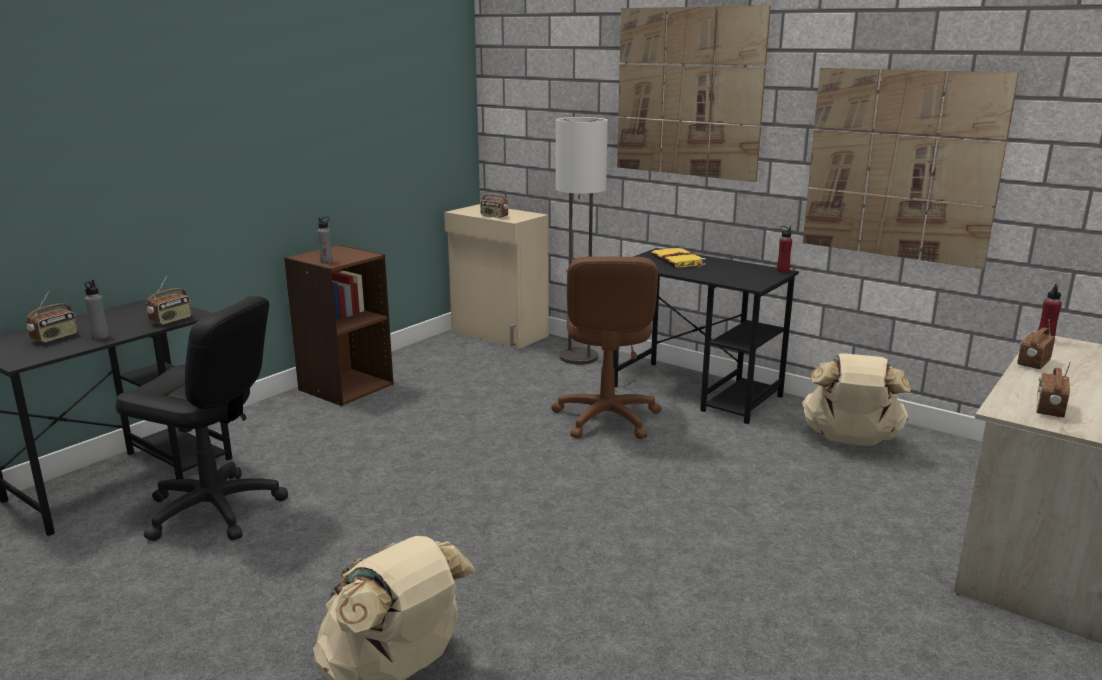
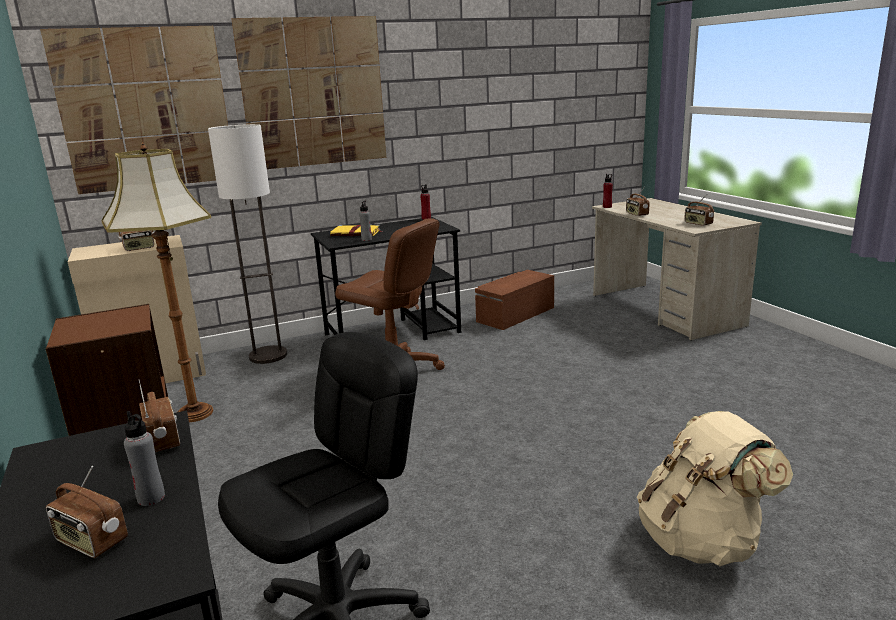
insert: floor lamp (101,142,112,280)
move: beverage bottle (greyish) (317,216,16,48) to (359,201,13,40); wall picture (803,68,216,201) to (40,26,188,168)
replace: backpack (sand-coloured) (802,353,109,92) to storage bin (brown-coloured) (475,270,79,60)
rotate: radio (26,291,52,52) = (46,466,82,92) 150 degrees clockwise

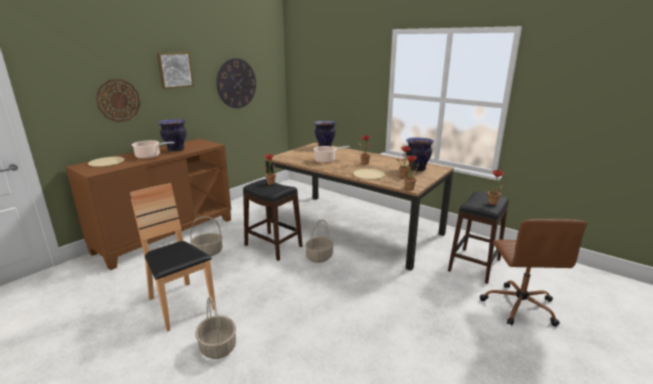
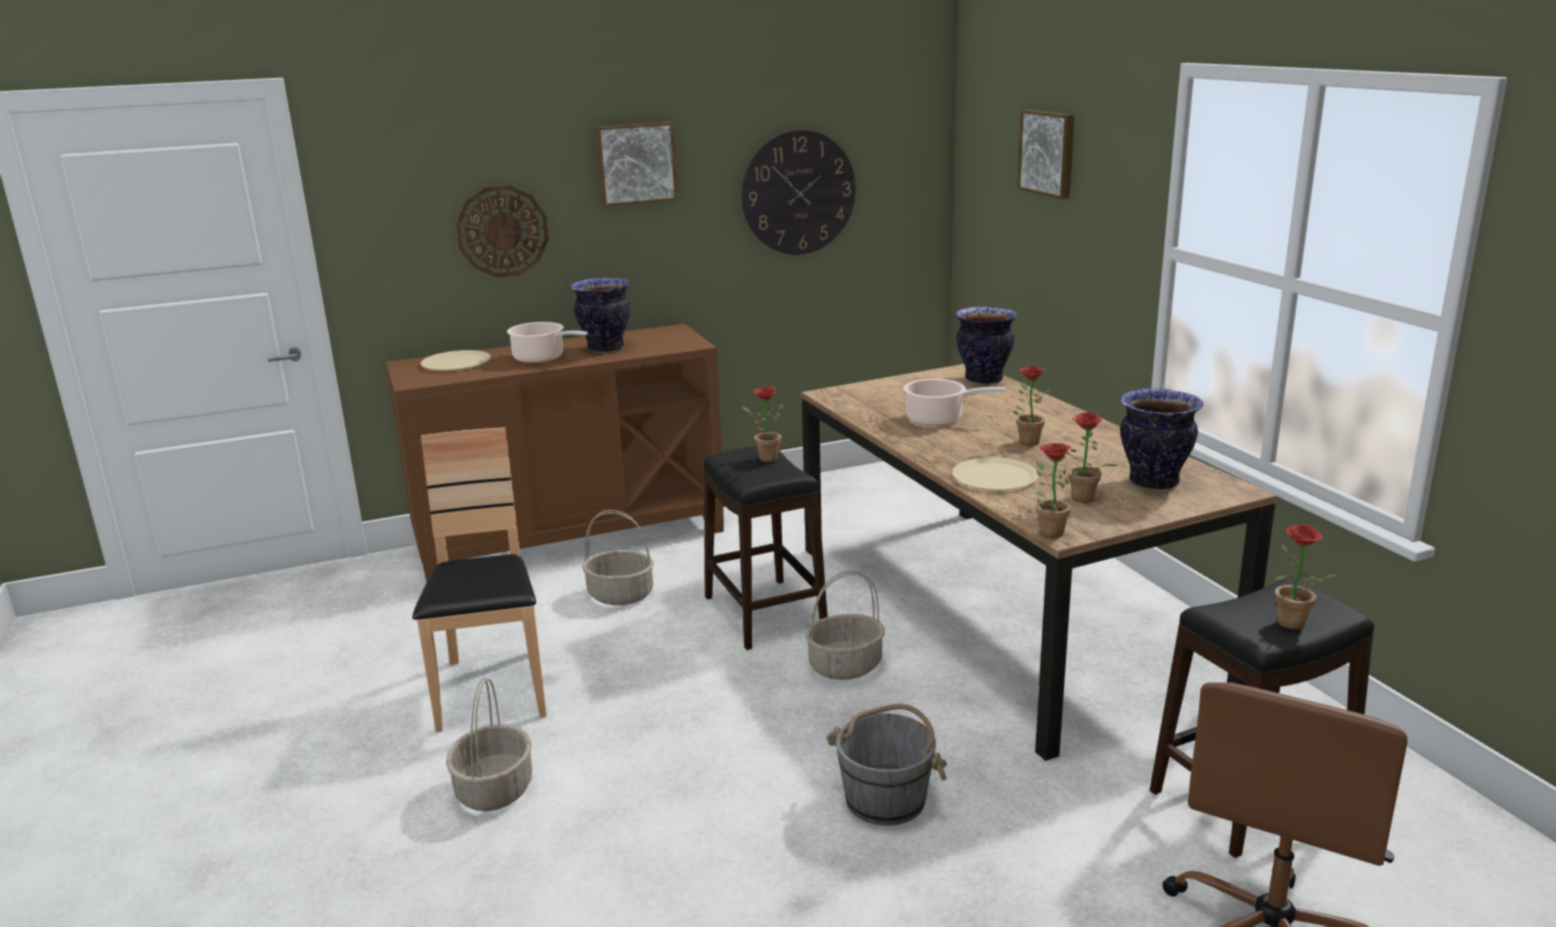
insert: water bucket (greyish) (827,704,120,122); wall picture (1017,109,58,90)

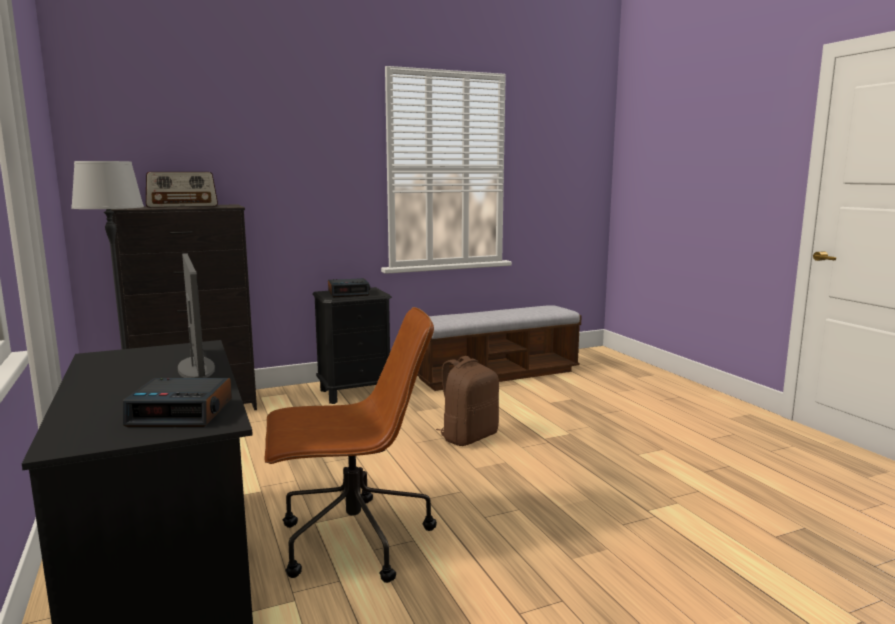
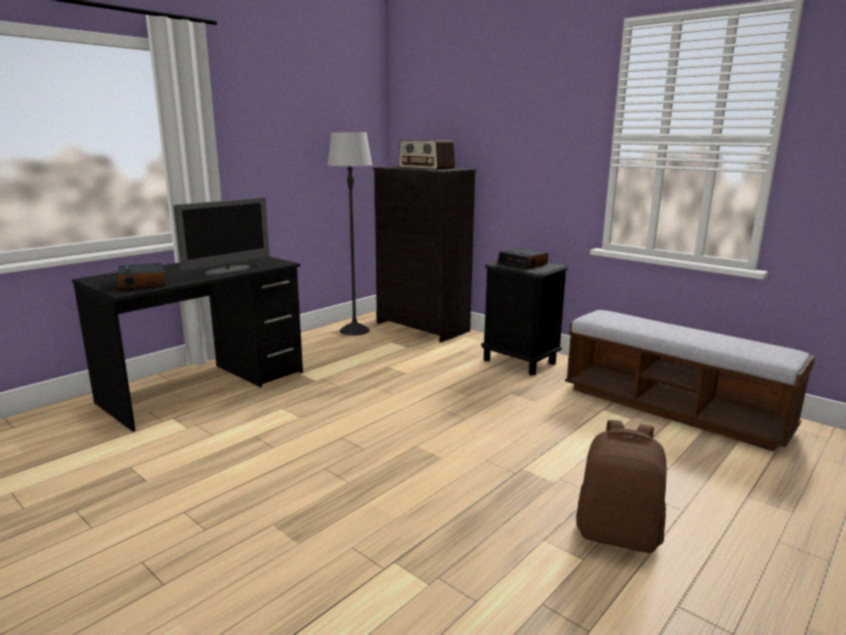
delete: office chair (brown-coloured) (265,307,172,276)
move: backpack (brown-coloured) (436,356,63,90) to (576,420,91,133)

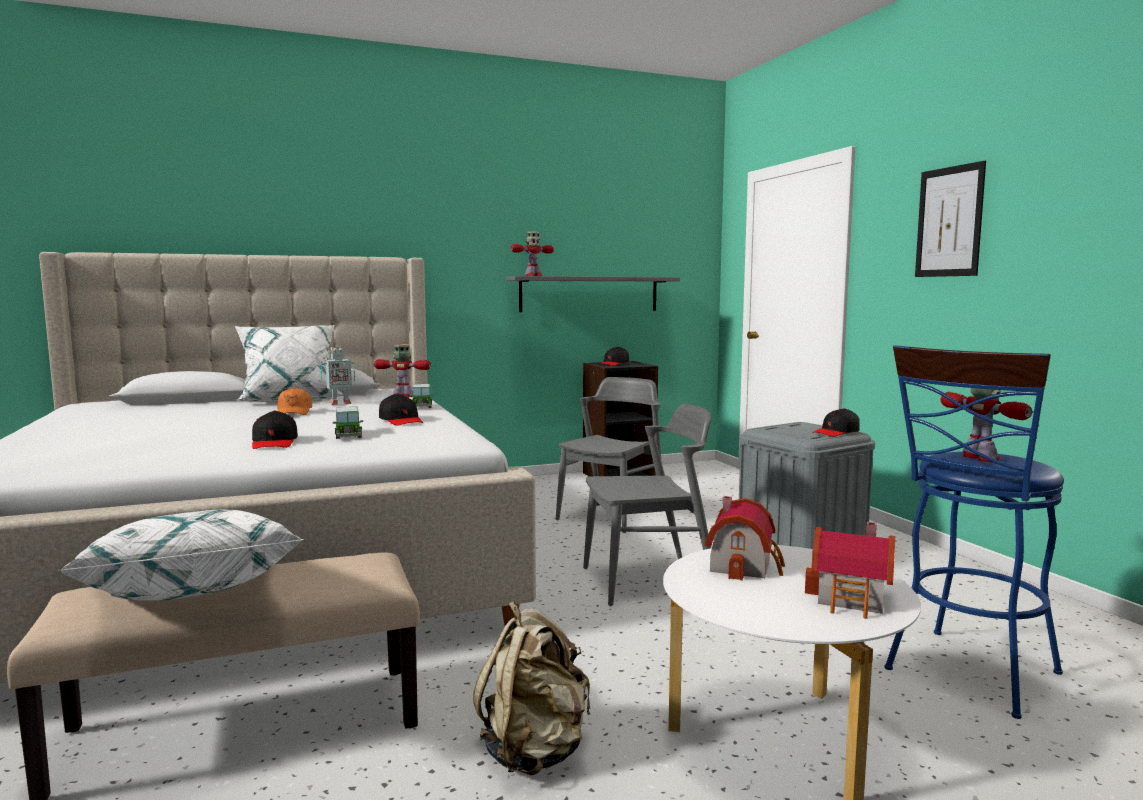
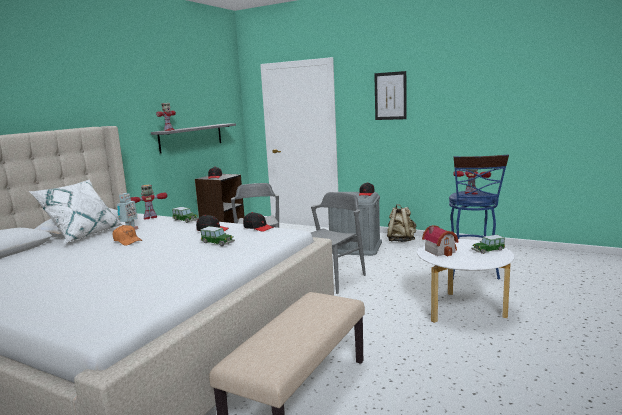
delete: cushion (white) (58,510,246,91)
move: peaked cap (black) (252,410,46,39) to (243,212,31,19); backpack (sand-coloured) (473,601,117,174) to (387,204,29,38)
replace: toy house (805,522,90,97) to model car (471,235,34,19)

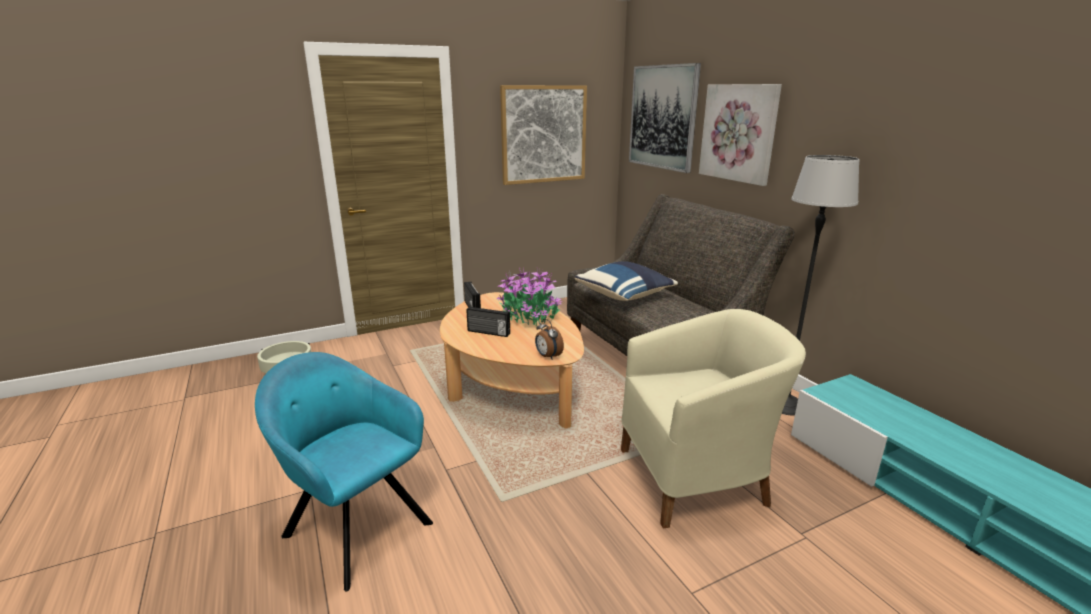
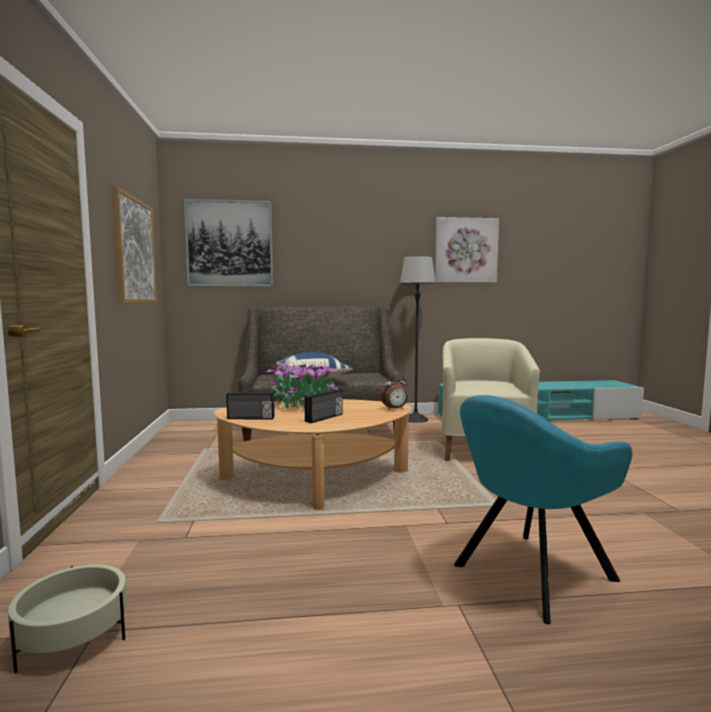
move: wall picture (699,84,83,102) to (435,217,64,66)

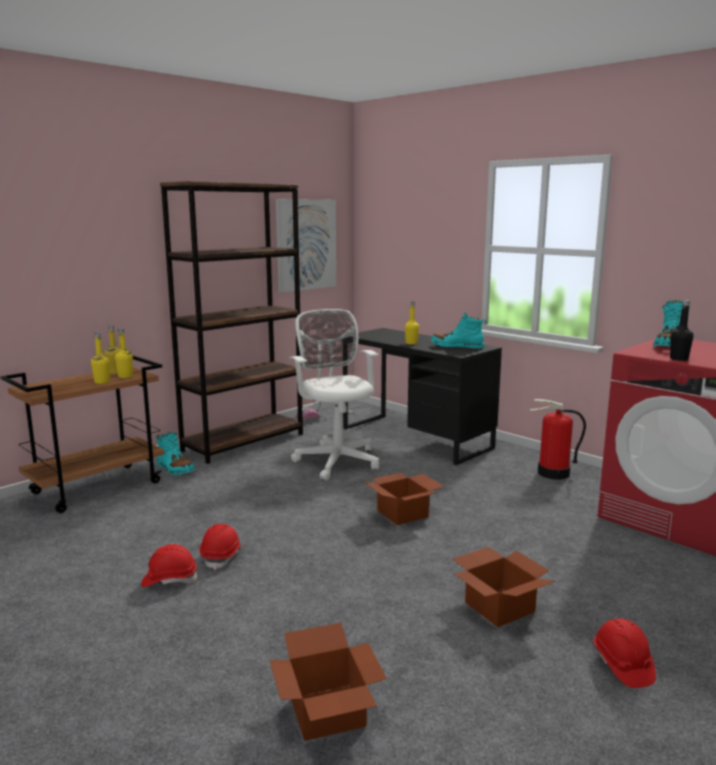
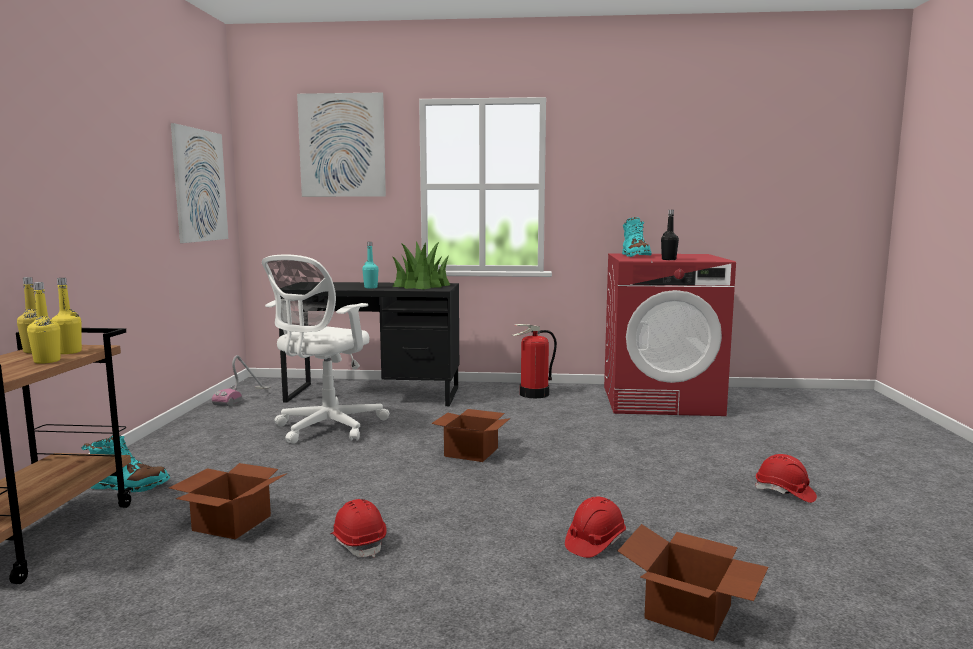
delete: bookcase (brown-coloured) (160,181,143,283)
insert: wall picture (297,92,89,105)
move: work helmet (red-coloured) (141,544,57,43) to (565,497,61,61); carton (453,547,102,80) to (169,463,119,77)
replace: high-top boot (turquoise-coloured) (431,312,56,37) to potted plant (392,241,58,48)
recolor: beverage bottle (yellowish) (405,302,14,43) to beverage bottle (turquoise-coloured) (362,242,17,46)
rotate: office chair (white) (289,309,90,171) = (262,254,127,190) 90 degrees counterclockwise

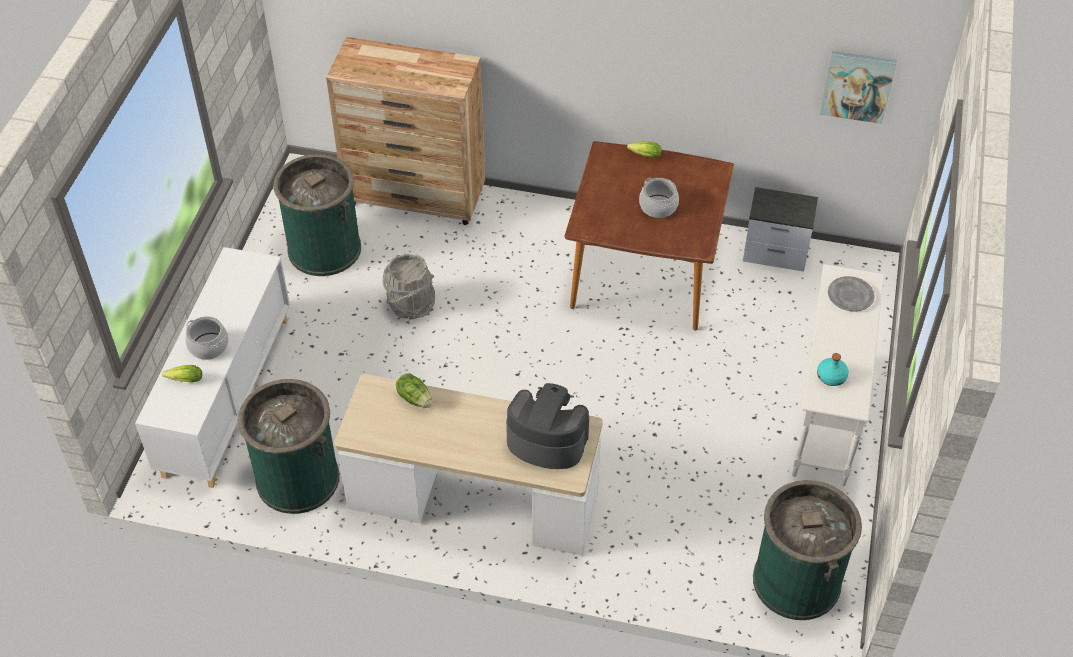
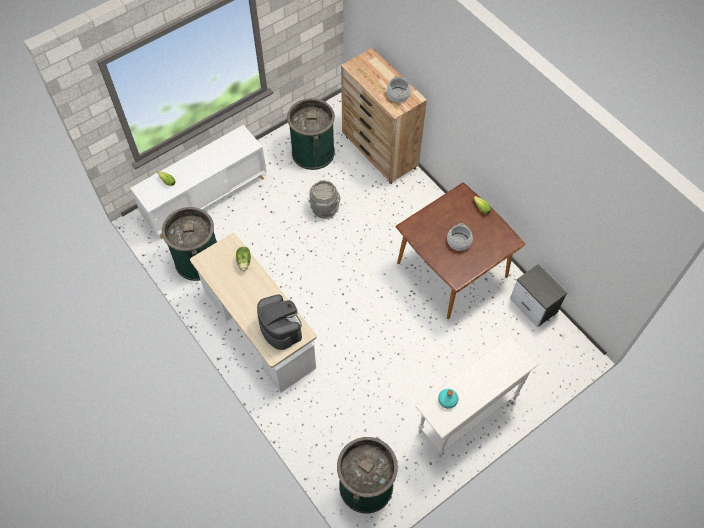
delete: wall picture (820,51,77,73); flat dish (greyish) (828,276,46,36)
move: stockpot (185,316,44,44) to (387,76,24,26)

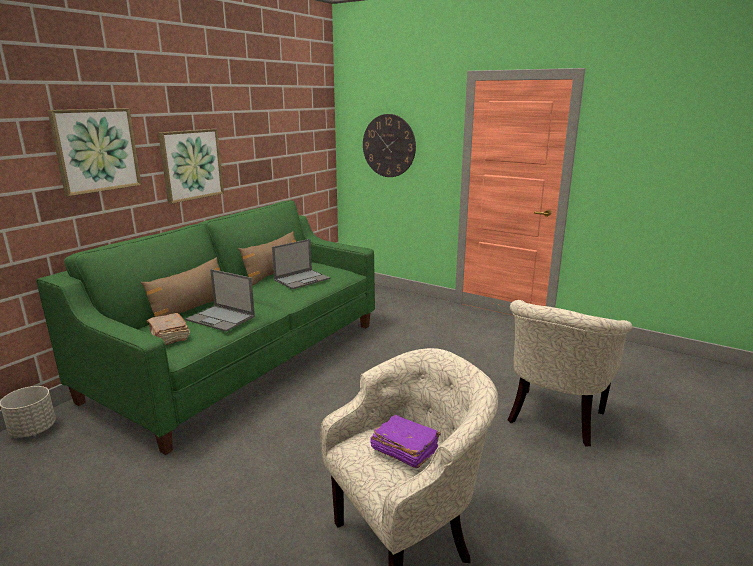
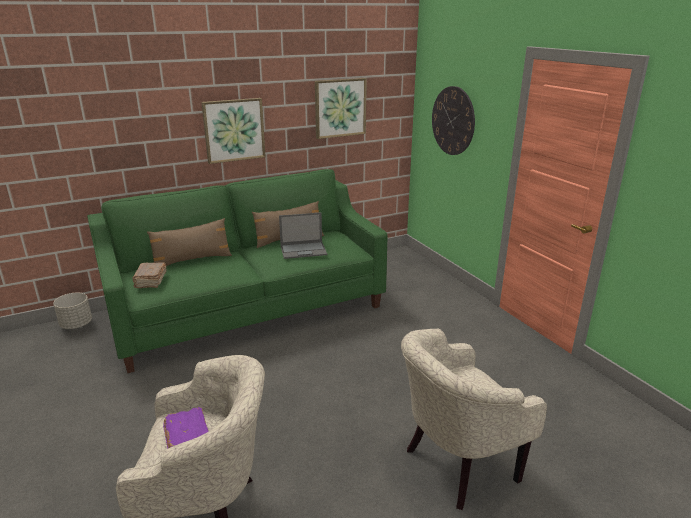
delete: notebook computer (186,269,69,63)
move: wall picture (48,108,93,88) to (315,78,52,61)

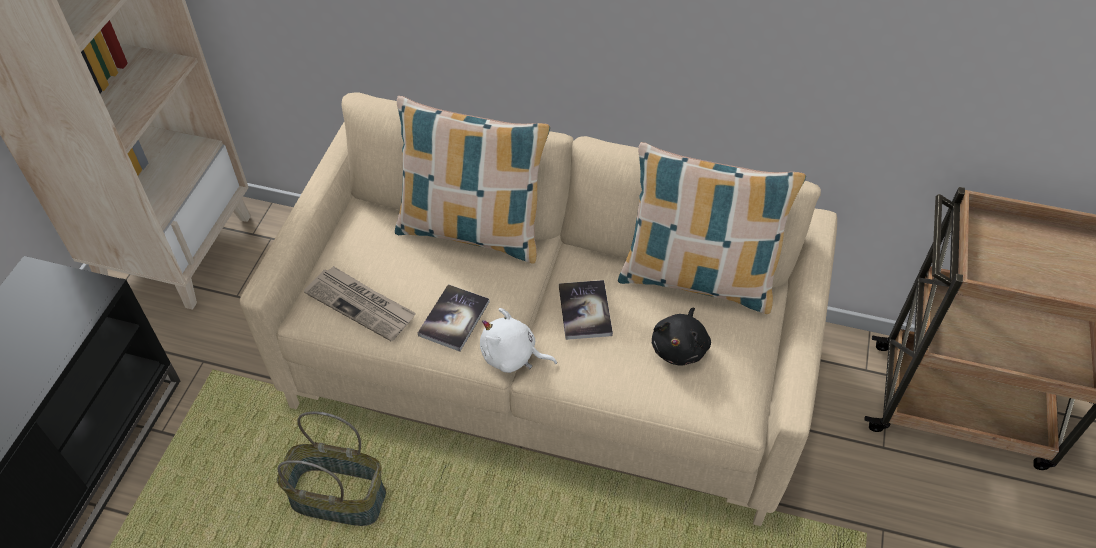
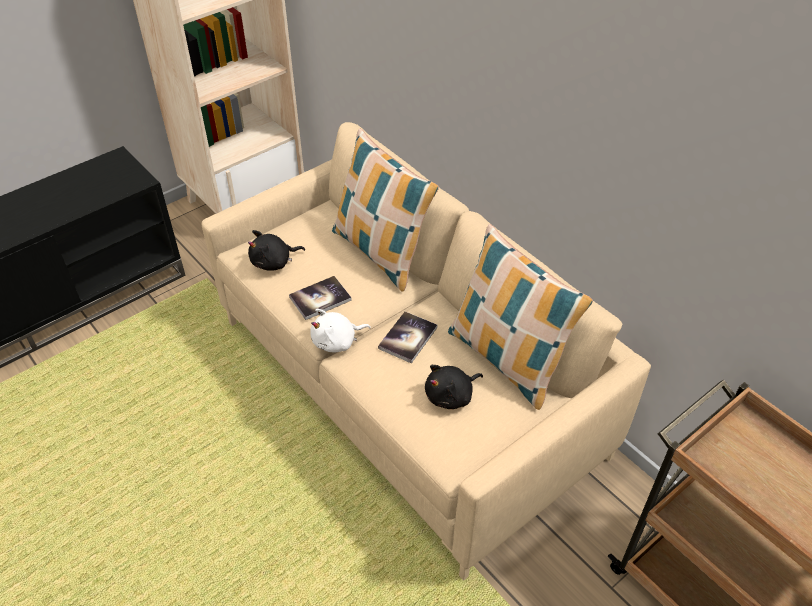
delete: household basket (277,411,109,115)
replace: daily paper (304,266,112,76) to soft toy (black) (248,230,57,41)
rotate: soft toy (white) (480,308,77,65) = (310,309,61,43) 75 degrees counterclockwise

